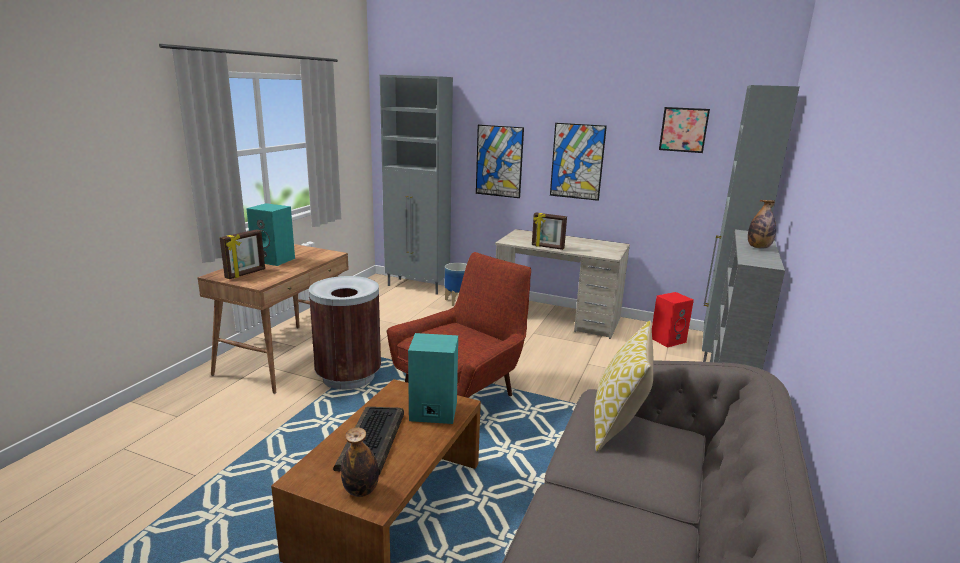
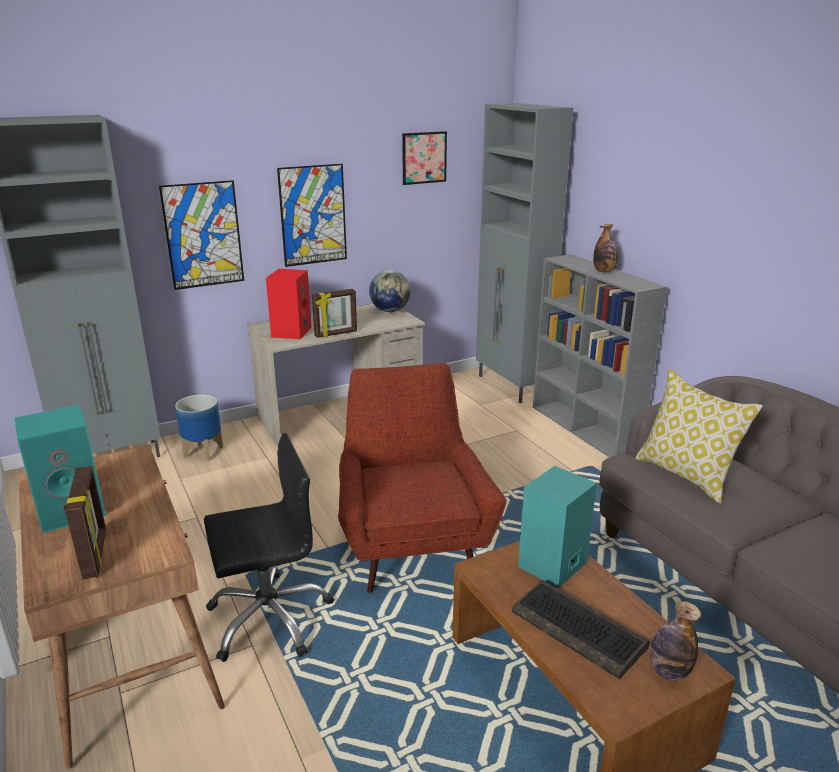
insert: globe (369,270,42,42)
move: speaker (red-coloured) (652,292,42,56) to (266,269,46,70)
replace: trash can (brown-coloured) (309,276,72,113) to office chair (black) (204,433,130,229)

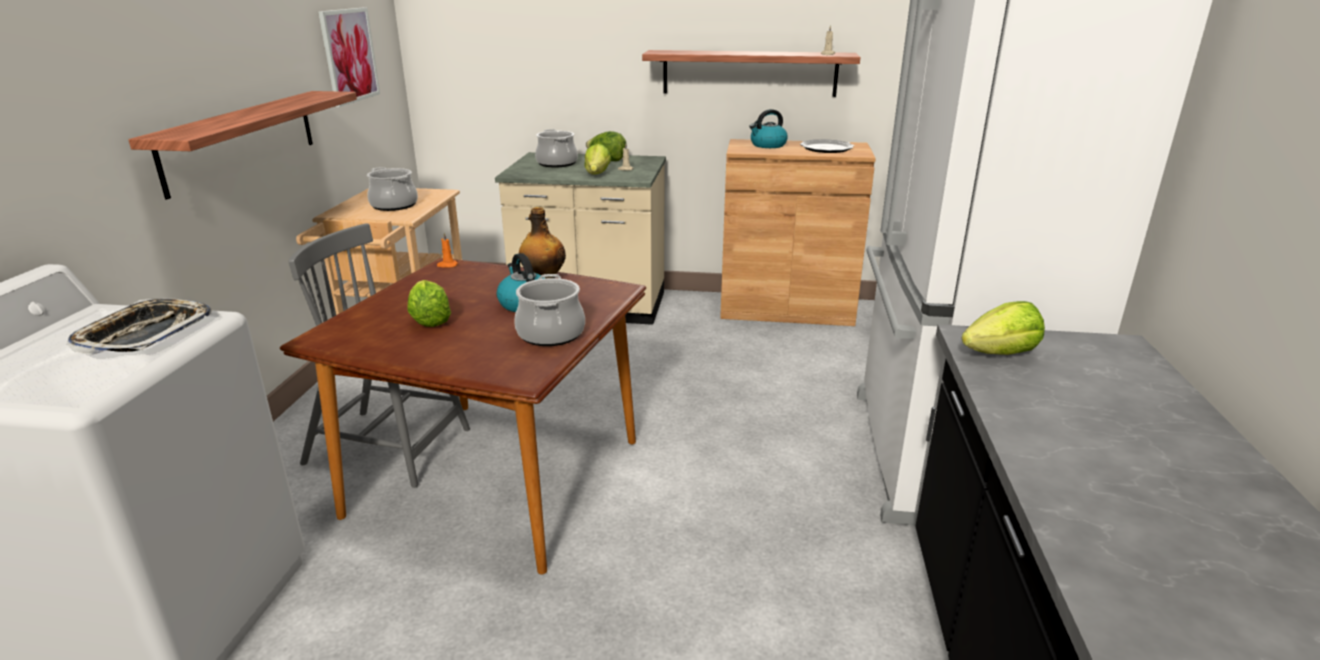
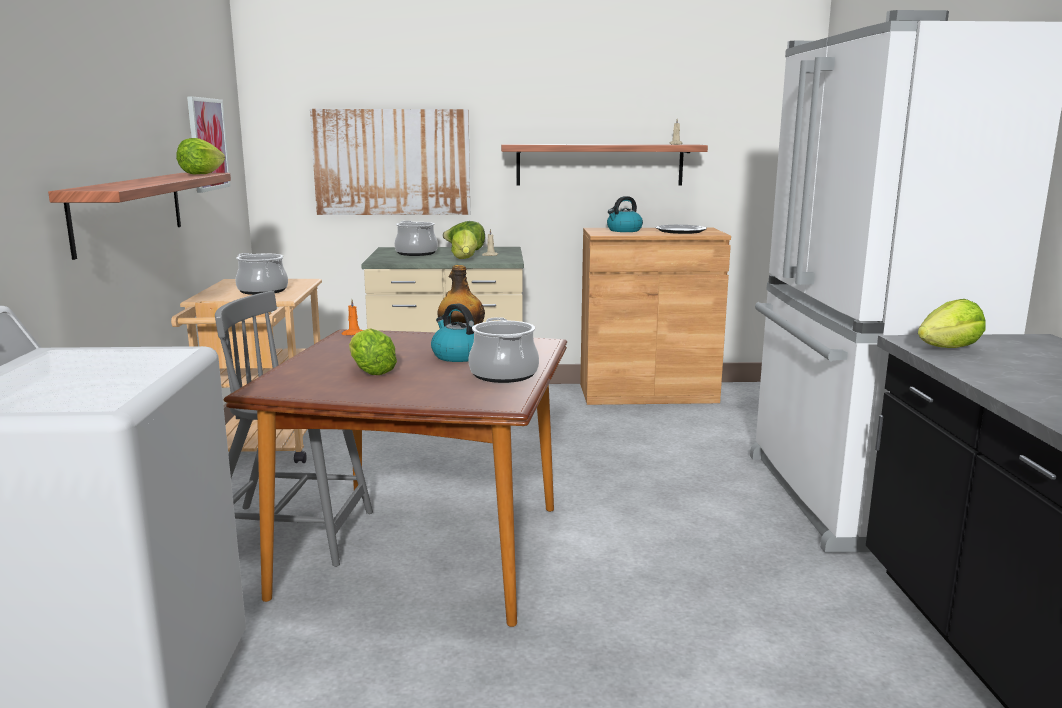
delete: serving tray (67,298,145,57)
insert: head of lettuce (176,138,49,37); wall picture (310,109,160,106)

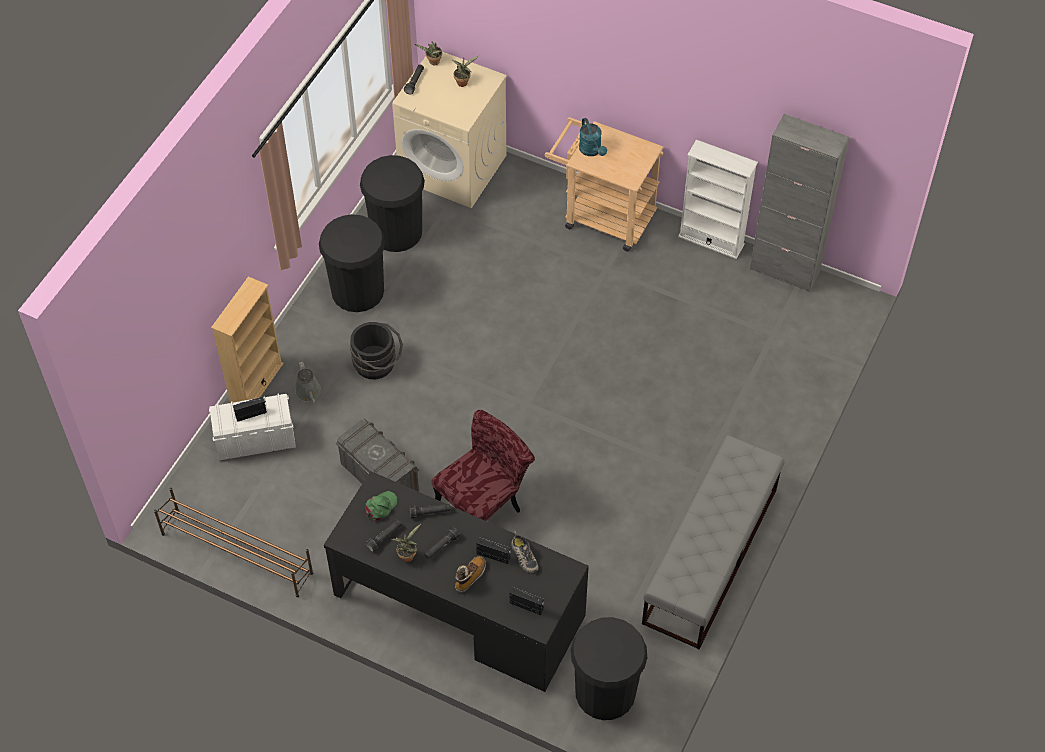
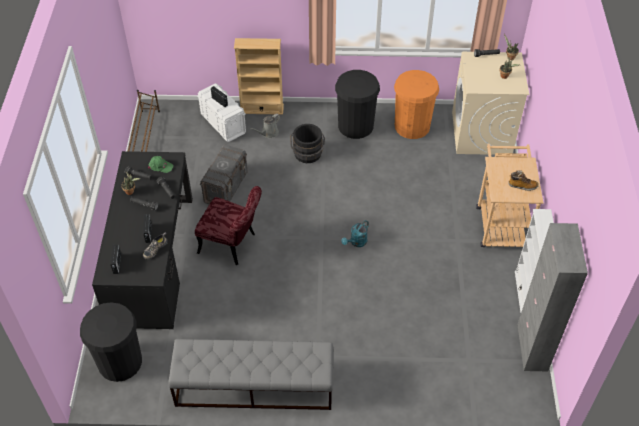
move: high-top boot (455,556,31,37) to (508,170,31,21); watering can (turquoise-coloured) (579,118,28,38) to (341,220,28,27)
recolor: trash can (black) (360,155,65,97) to trash can (orange-coloured) (394,70,45,69)

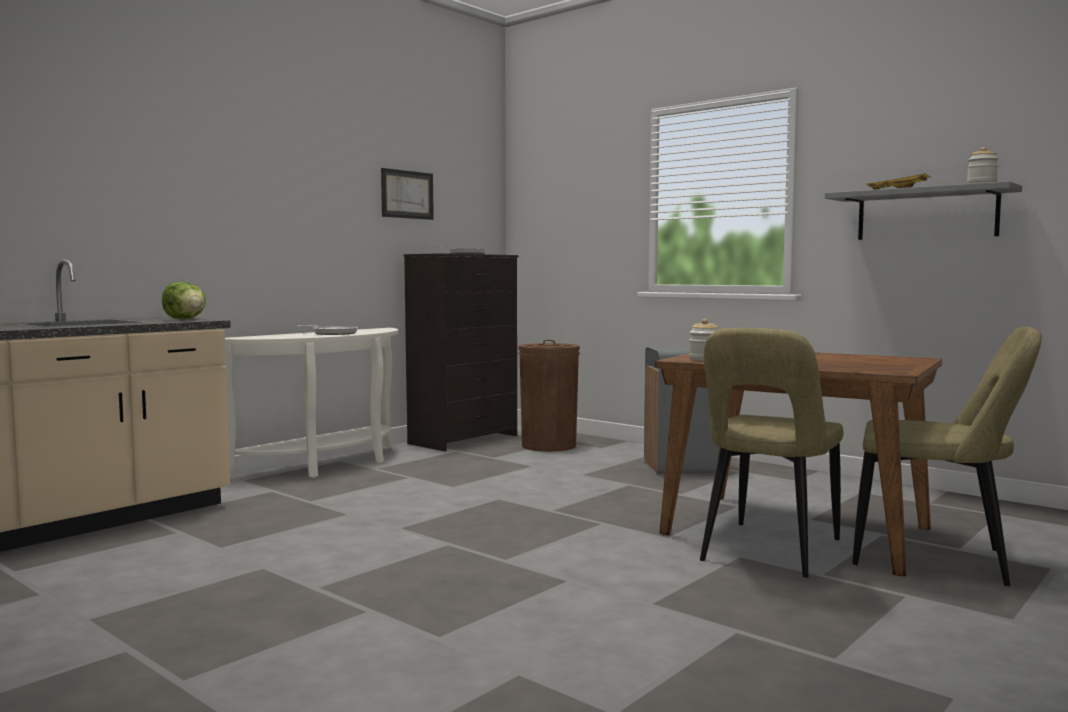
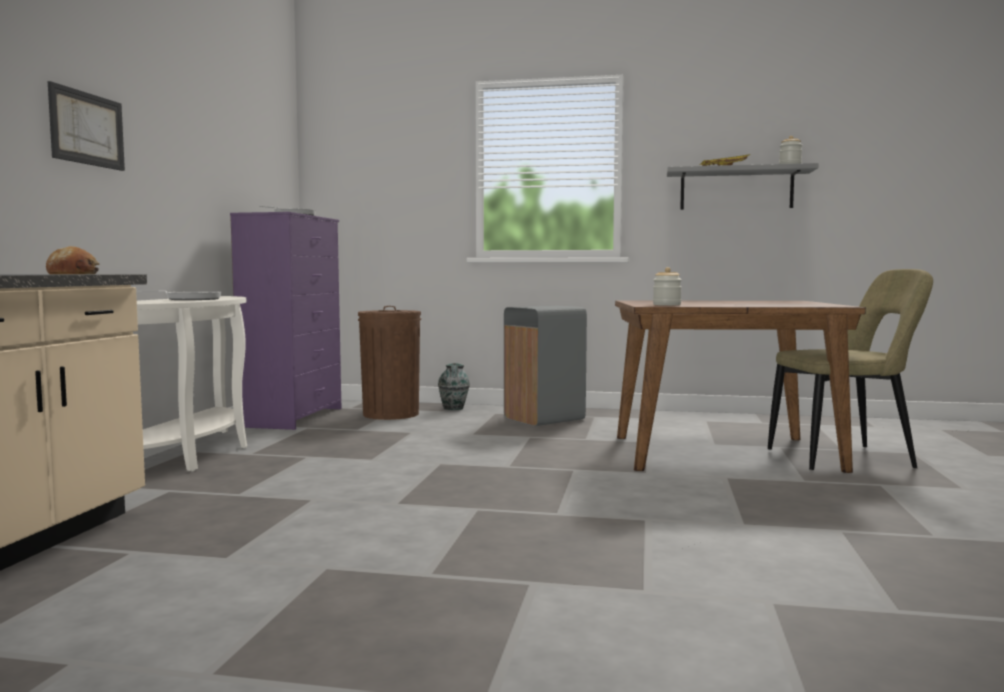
delete: plain chair (sand-coloured) (700,328,144,250)
insert: decorative vase (438,363,32,47)
move: wall picture (381,168,53,52) to (48,81,77,90)
replace: head of lettuce (162,282,44,37) to baked bread (46,246,54,28)
recolor: chest of drawers (black) (404,253,114,198) to chest of drawers (purple) (230,212,111,218)

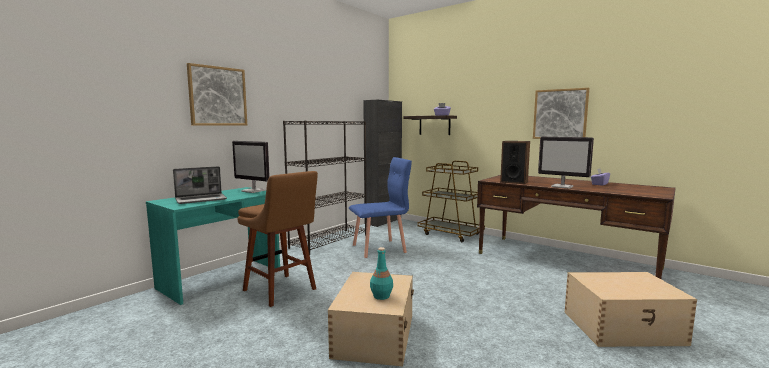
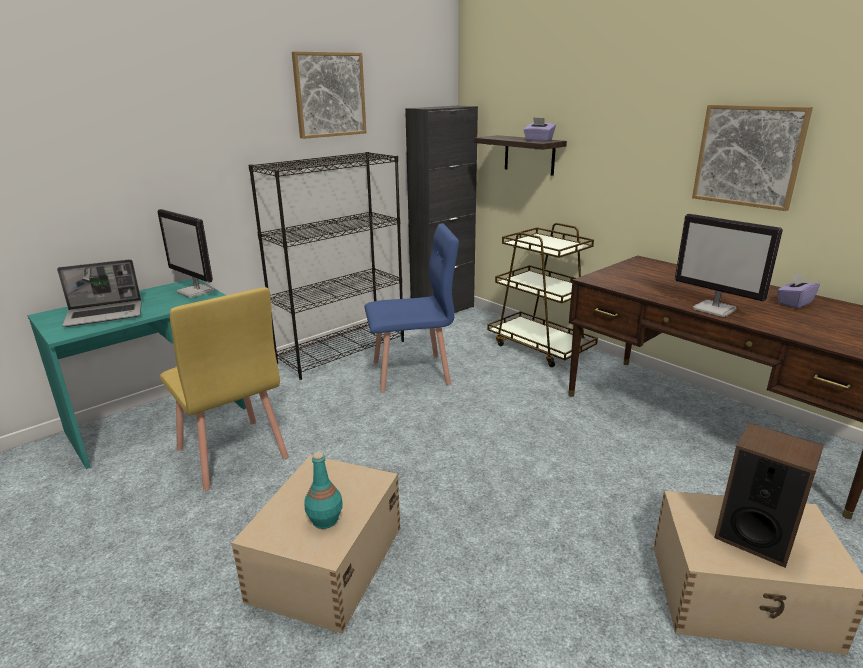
move: wall picture (187,63,60,62) to (292,51,74,88); speaker (500,141,30,43) to (714,423,110,145)
replace: sitting stool (brown-coloured) (237,171,81,136) to plain chair (yellowish) (160,287,129,204)

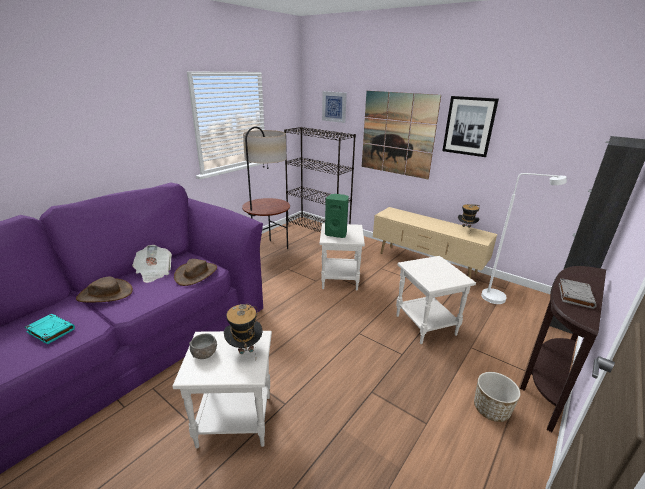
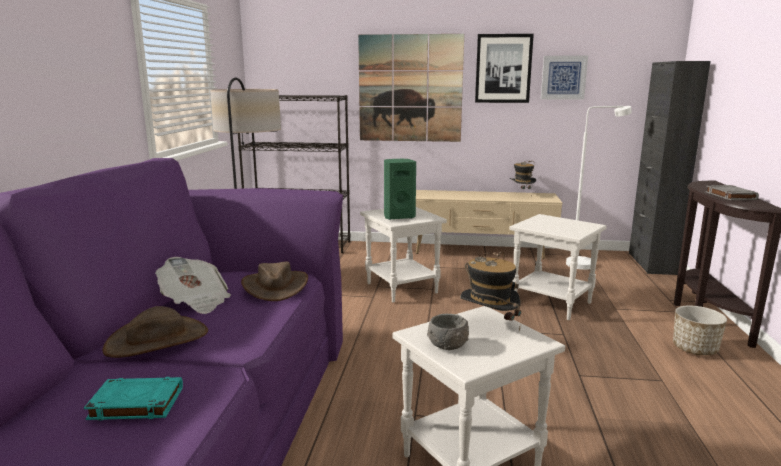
move: wall picture (322,91,25,32) to (541,56,47,44)

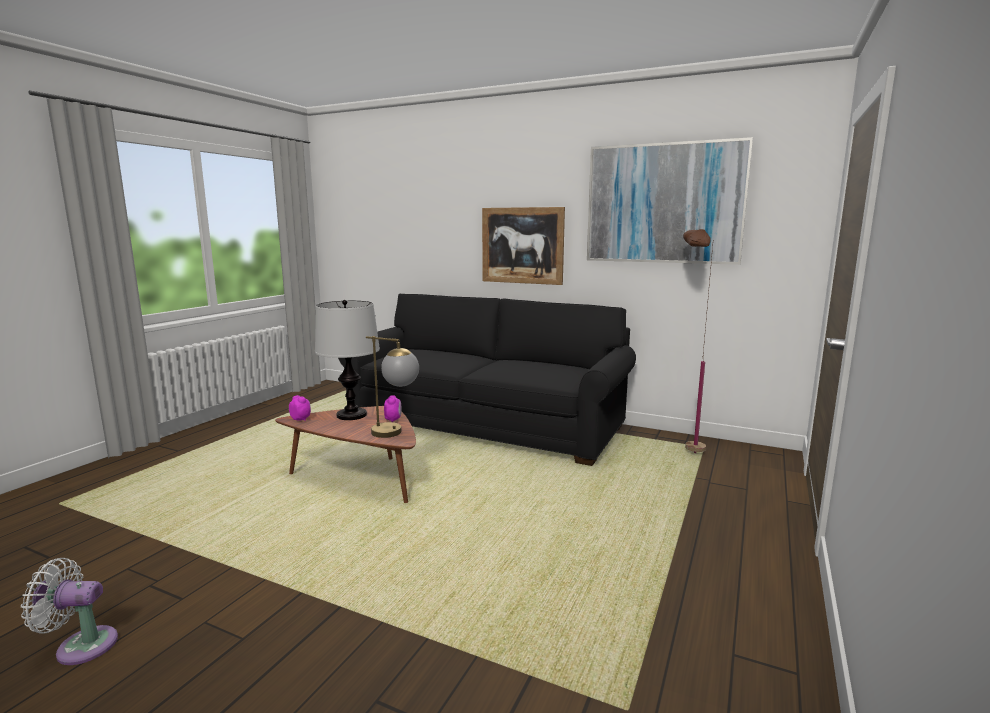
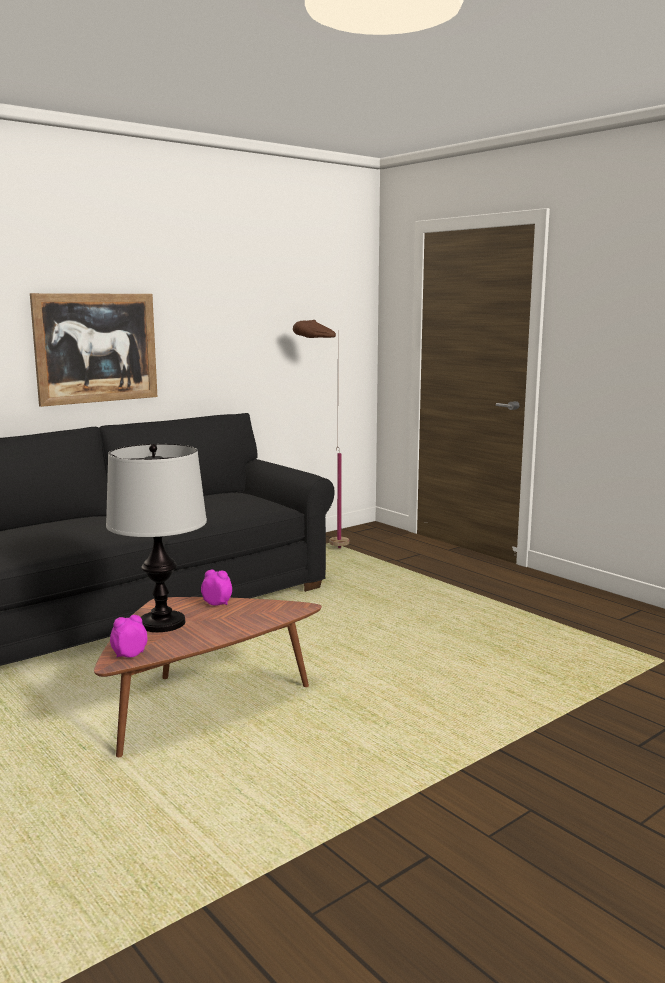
delete: electric fan (white) (21,558,97,107); tabletop lamp (366,336,53,102); wall picture (587,137,166,128)

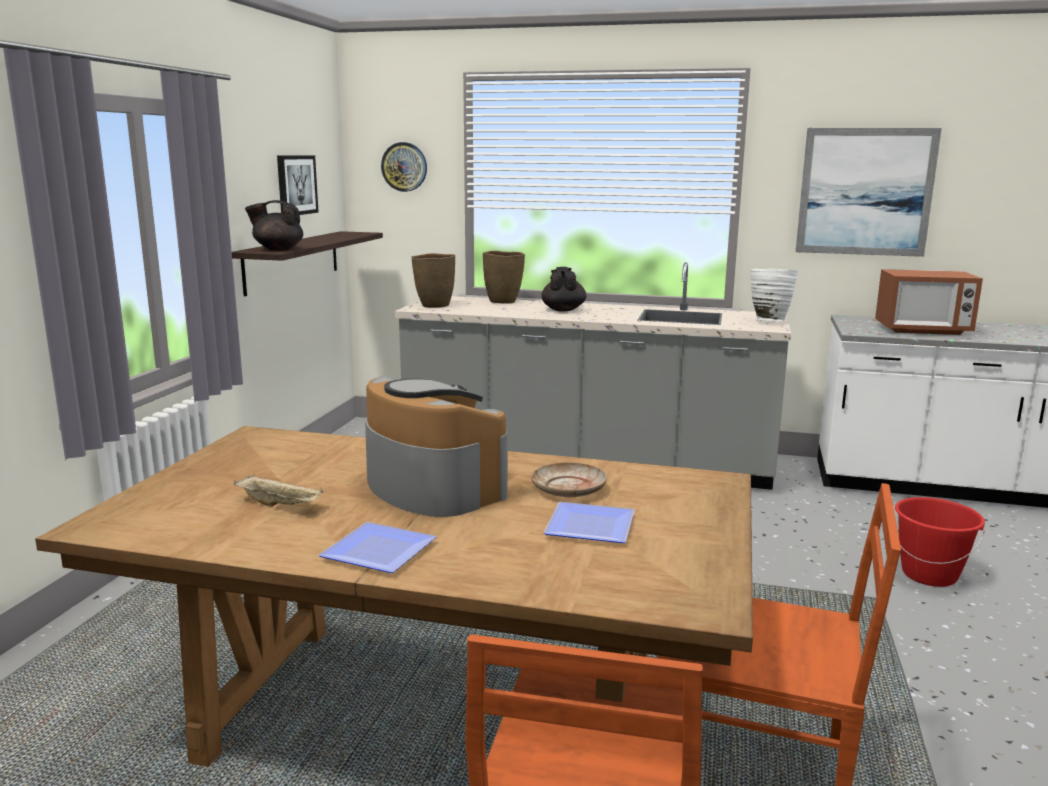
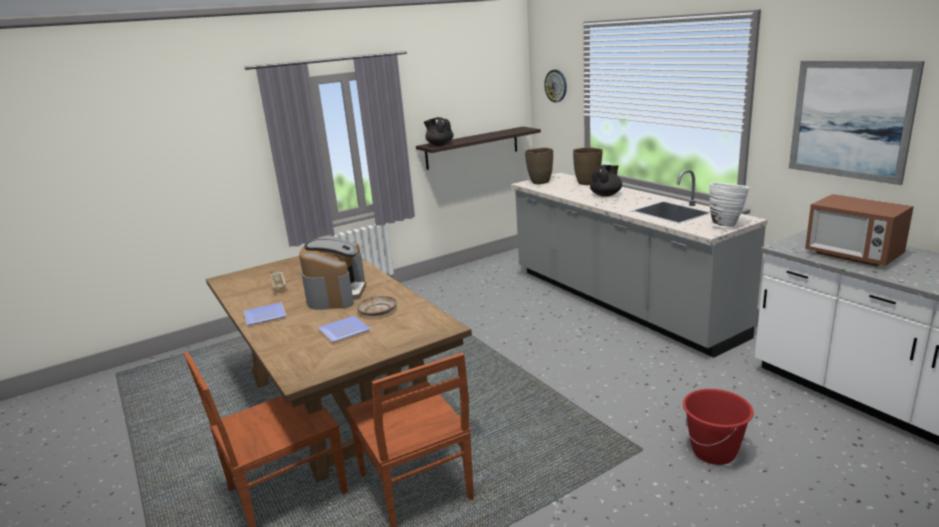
delete: wall picture (277,155,42,60)

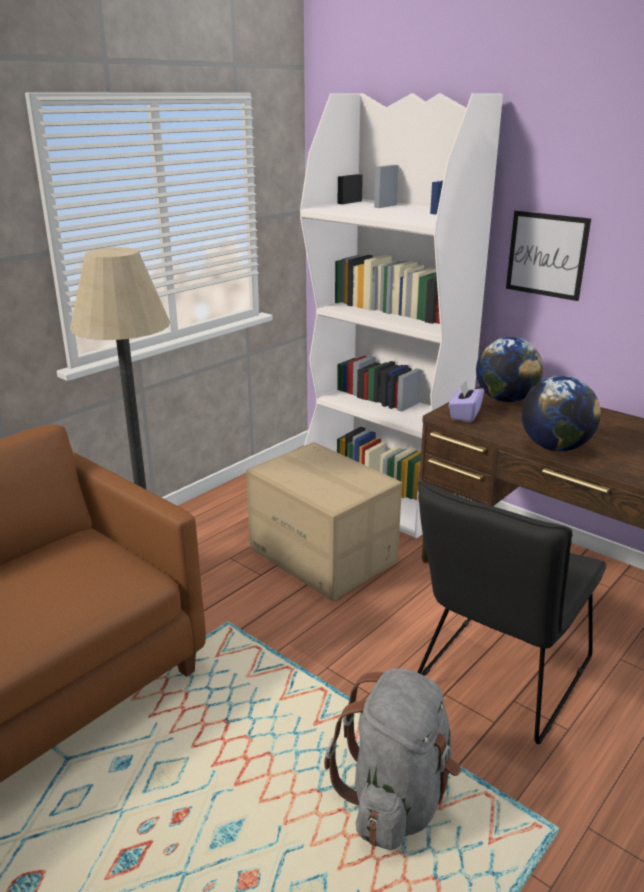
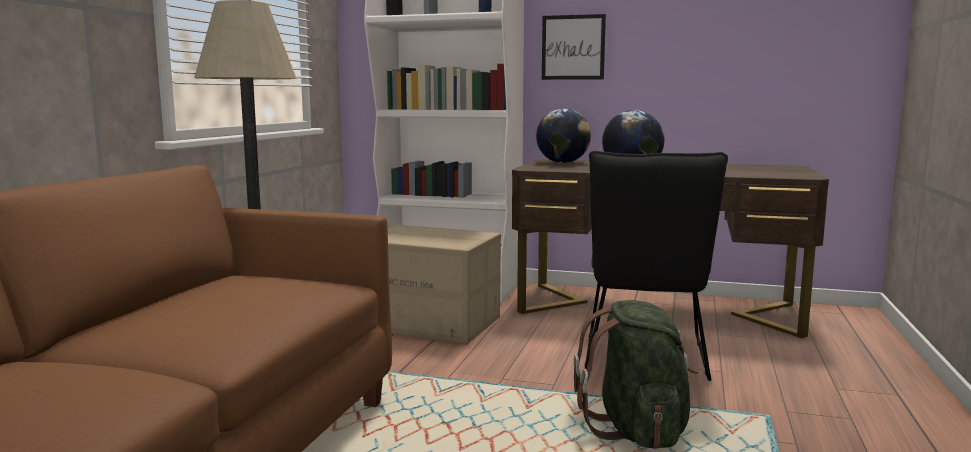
delete: tissue holder (purple) (448,381,36,41)
recolor: backpack (greyish) (324,668,137,182) to backpack (greenish) (574,300,124,149)

